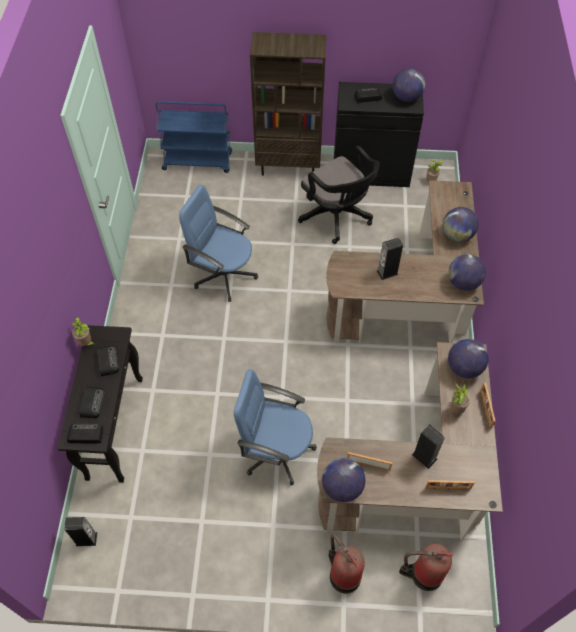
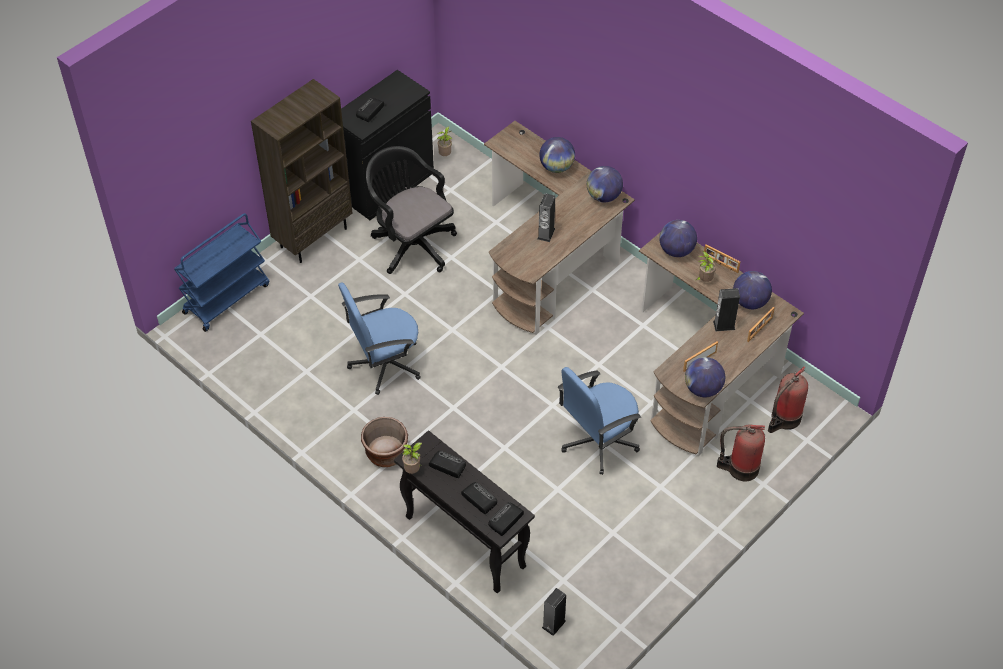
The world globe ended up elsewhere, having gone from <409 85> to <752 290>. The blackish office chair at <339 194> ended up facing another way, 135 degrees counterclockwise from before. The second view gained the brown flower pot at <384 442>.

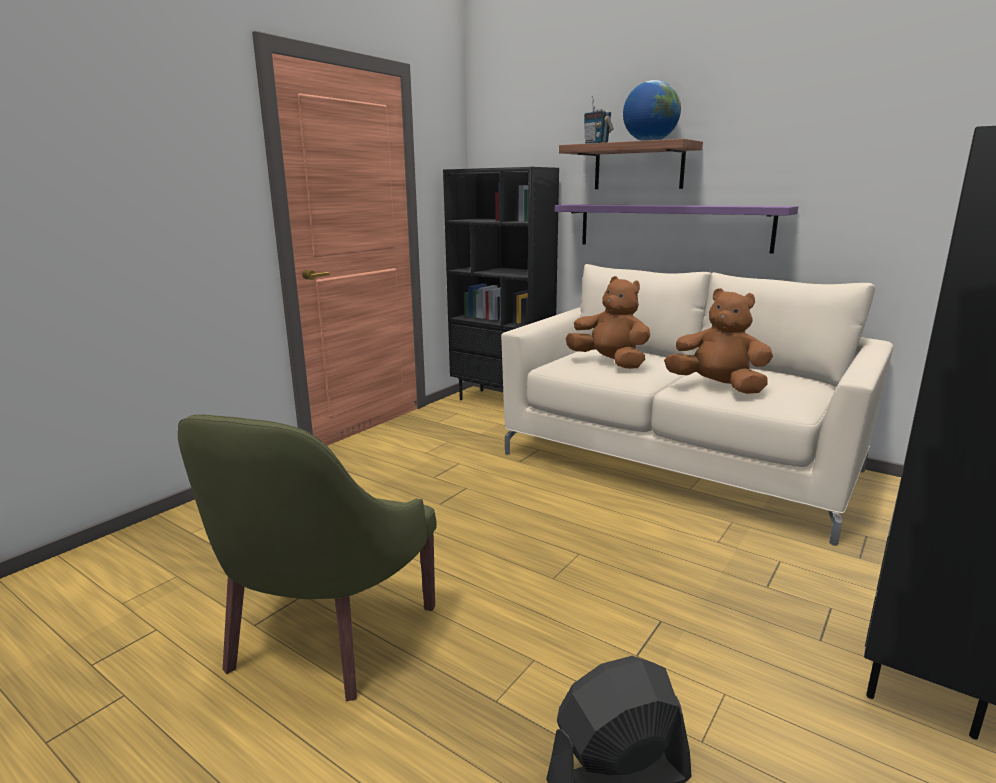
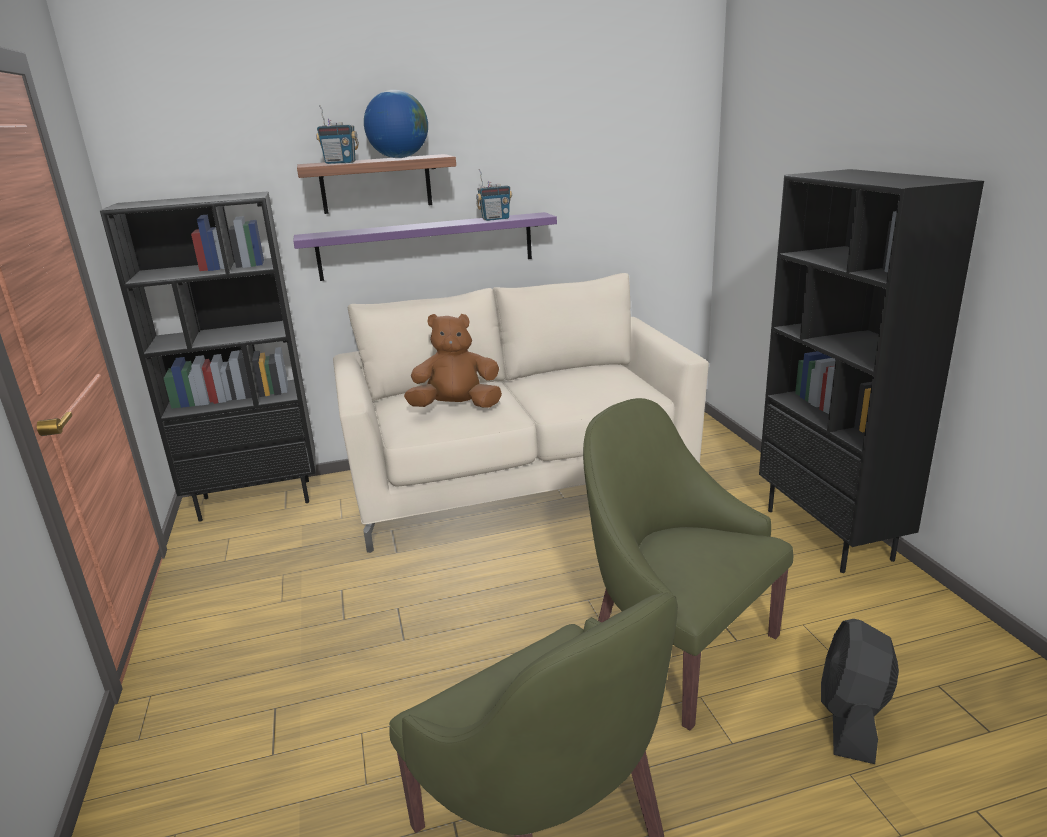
The second view lost the brown soft toy at <718 341>. The second view gained the radio receiver at <494 195>. The second view gained the greenish lounge chair at <688 564>.

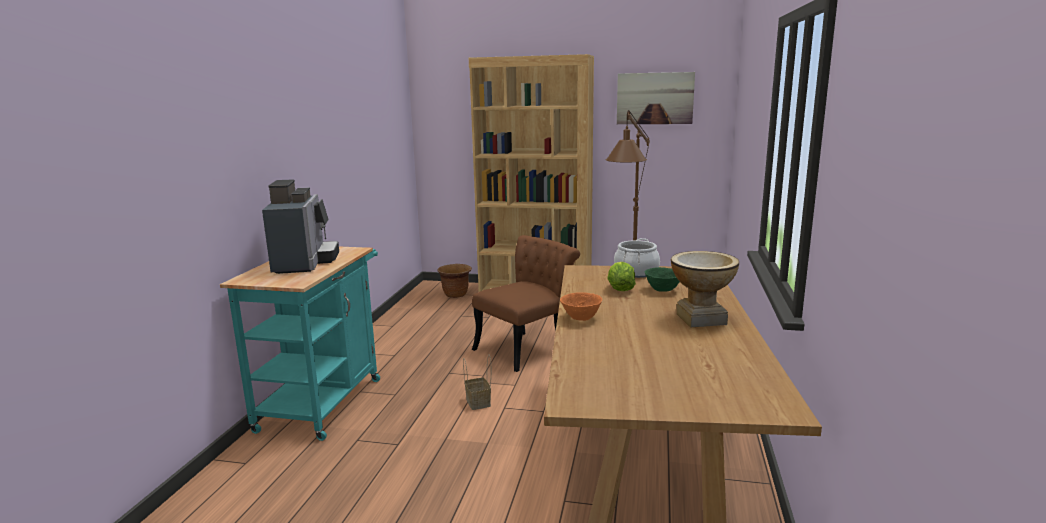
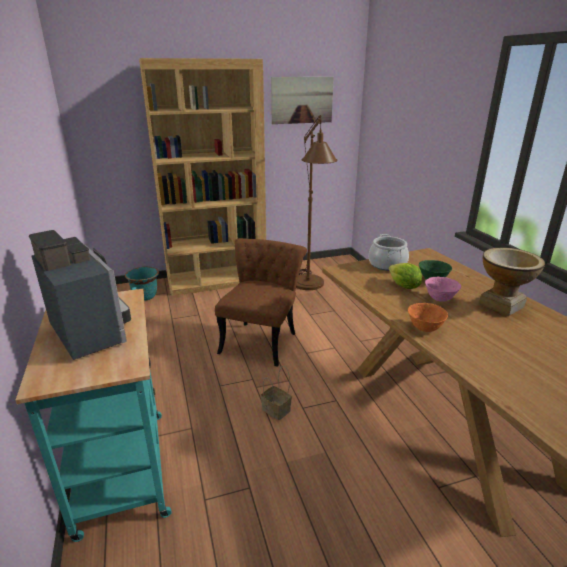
What was the brown flower pot at <454 281> turned into the turquoise-coloured flower pot at <142 284>. The second view gained the pinkish bowl at <443 289>.

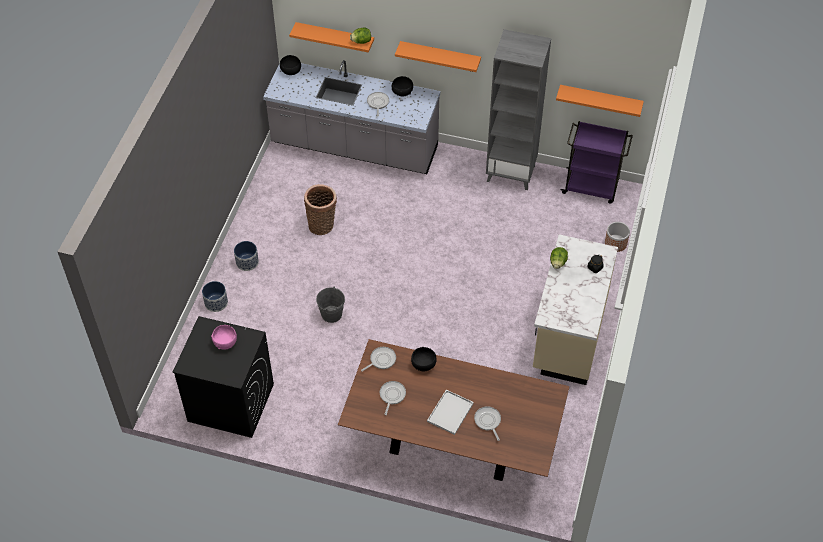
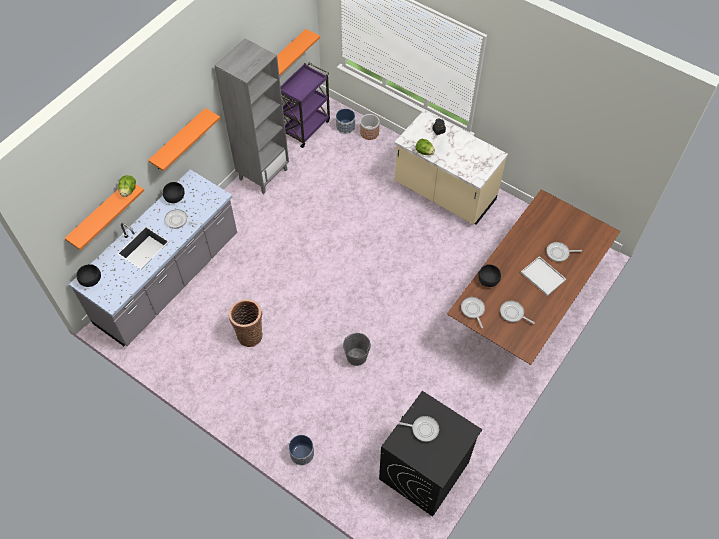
The flower pot ended up elsewhere, having gone from <246 256> to <345 121>. Where the pinkish bowl stood at <224 337>, the skillet came to stand at <418 429>.

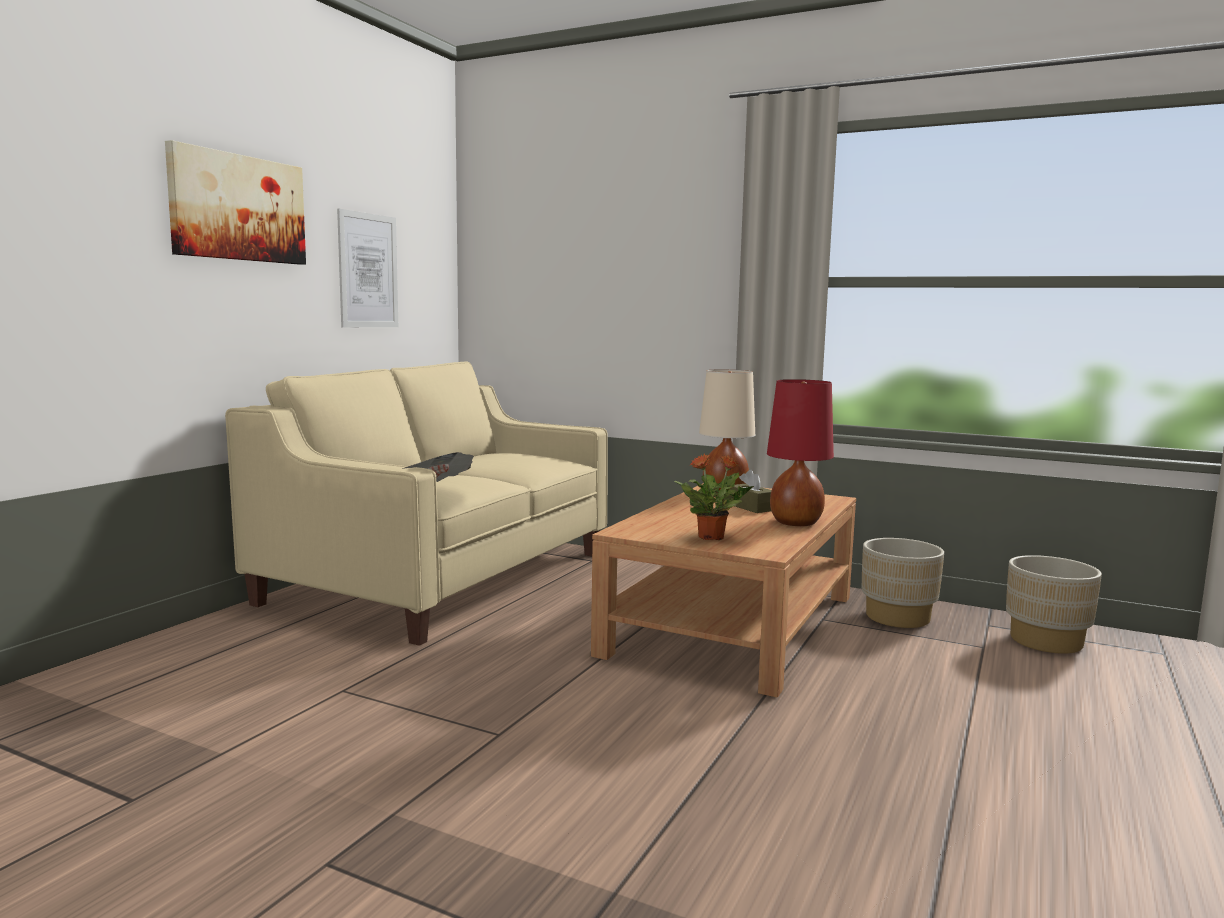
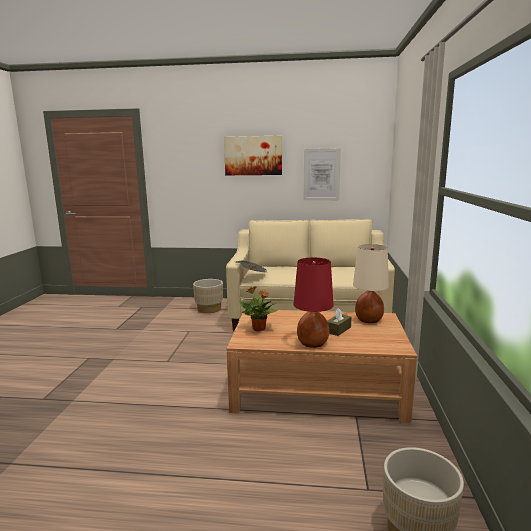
The beige flower pot ended up elsewhere, having gone from <903 583> to <208 296>.

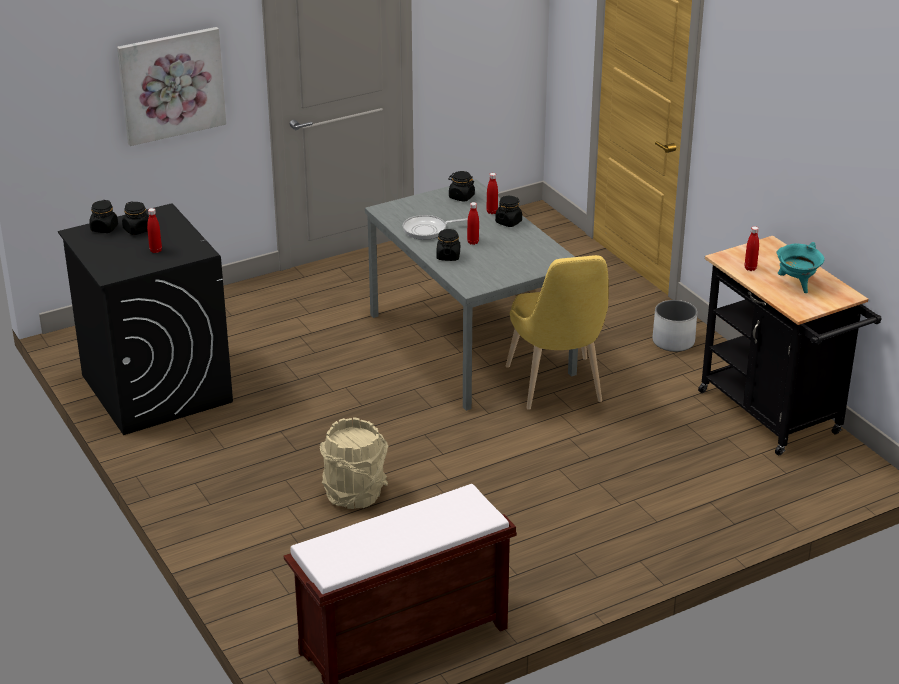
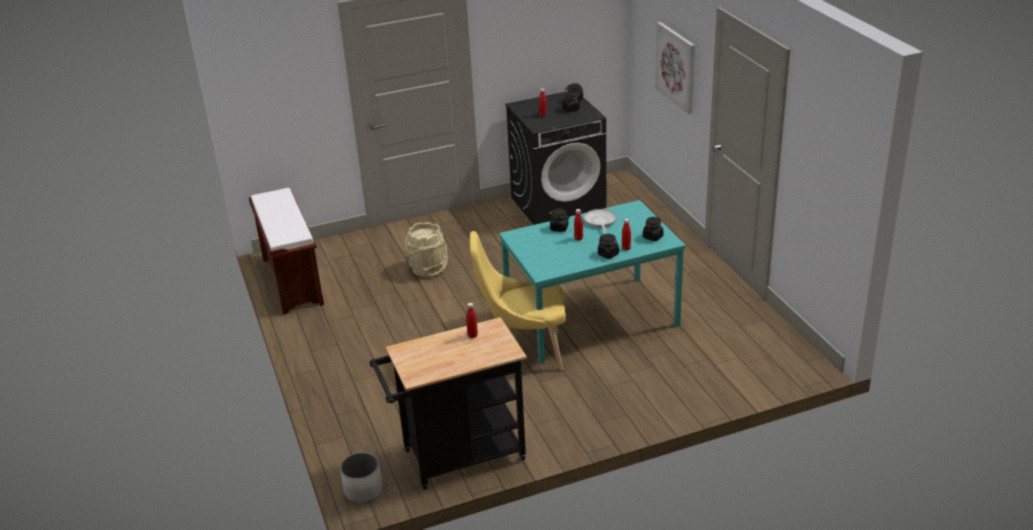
What was the grey dining table at <471 295> turned into the turquoise-coloured dining table at <592 282>. The second view lost the turquoise-coloured saucepot at <800 267>. The white flower pot ended up elsewhere, having gone from <675 326> to <361 478>.

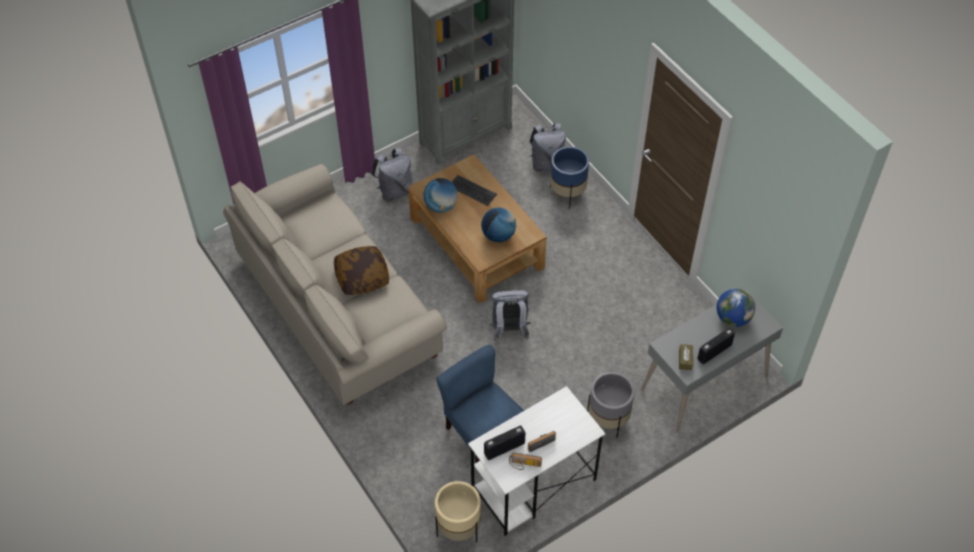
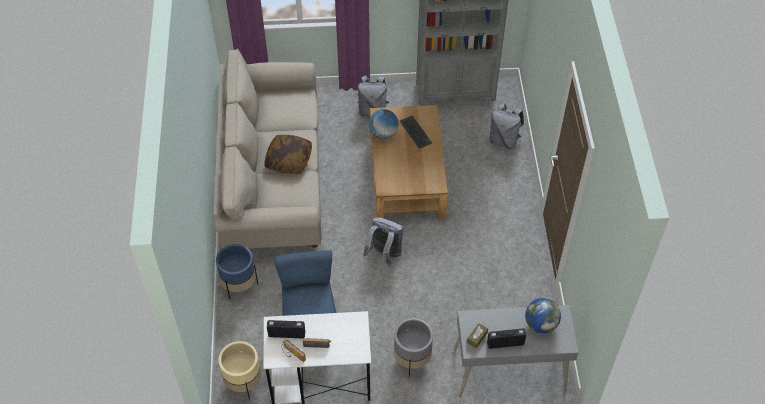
The blue flower pot ended up elsewhere, having gone from <569 177> to <237 272>. The second view lost the world globe at <498 225>.

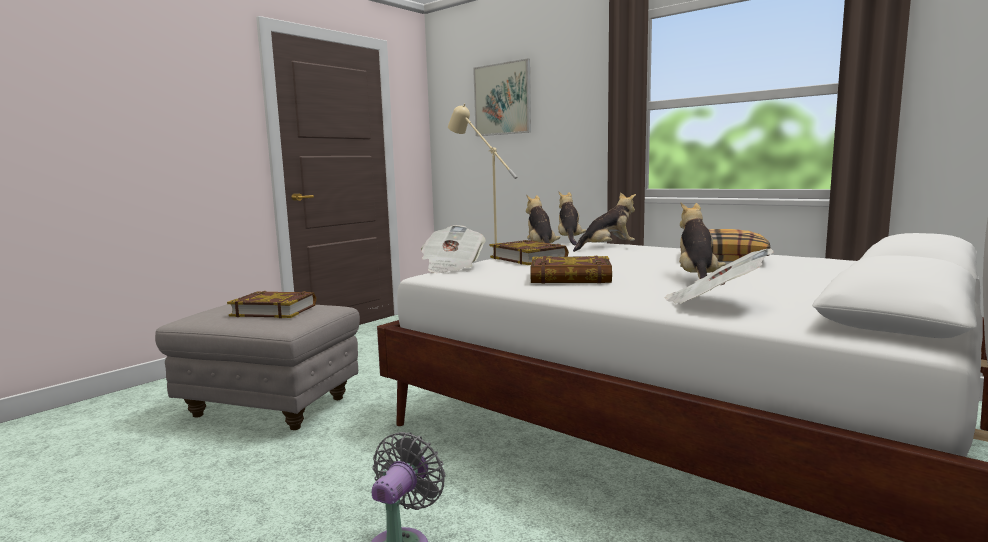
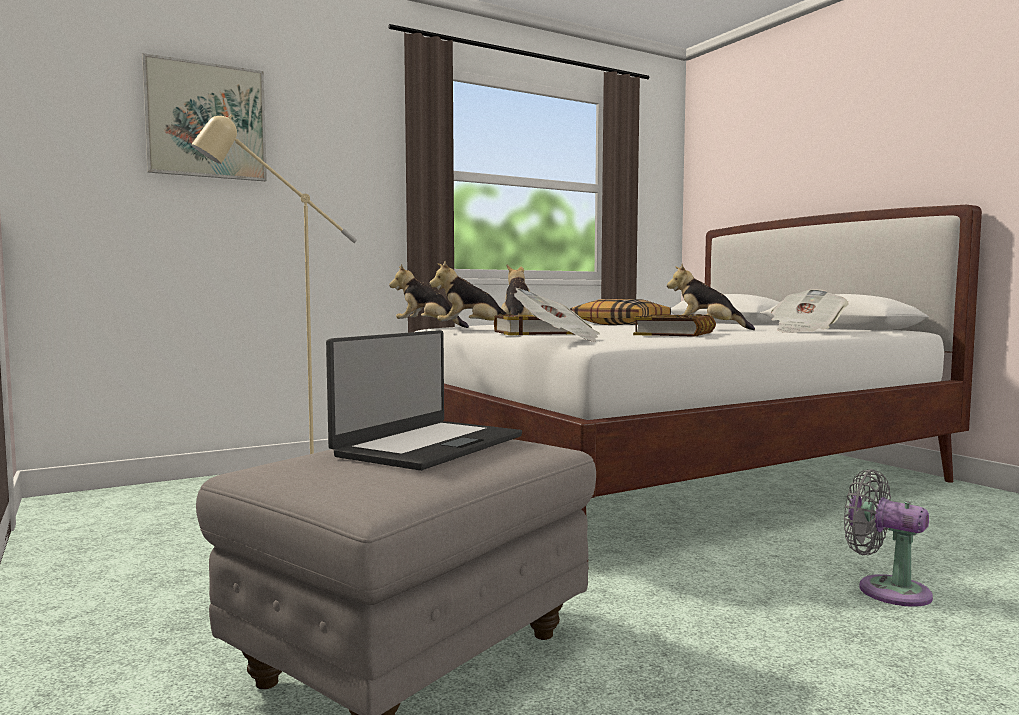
Where the bound book stood at <271 304>, the laptop came to stand at <424 400>.

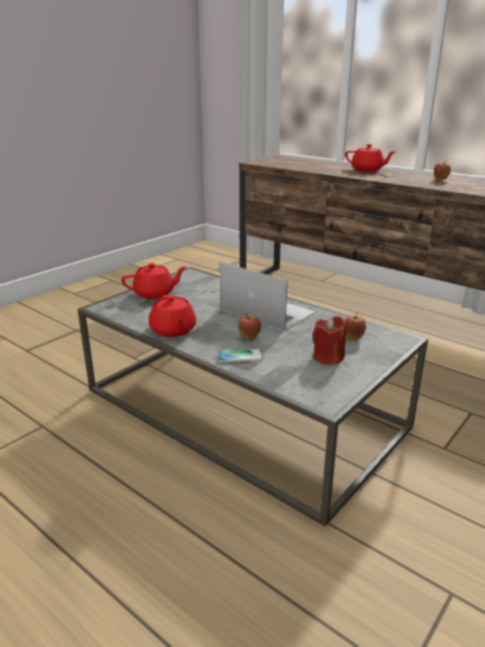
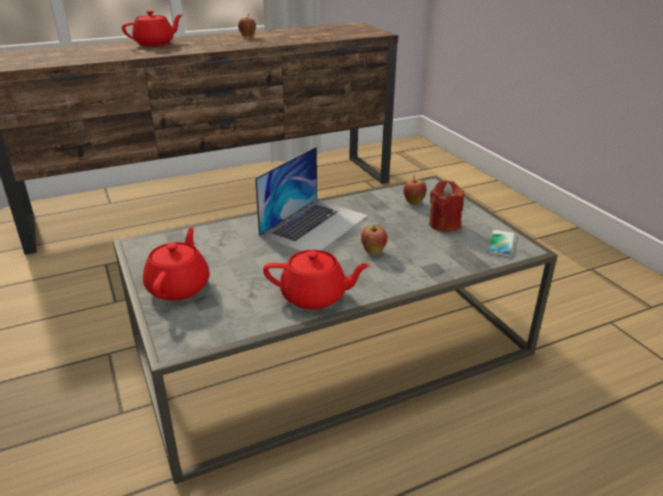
The laptop at <267 296> ended up facing another way, 150 degrees clockwise from before. The handset ended up elsewhere, having gone from <240 356> to <501 243>.

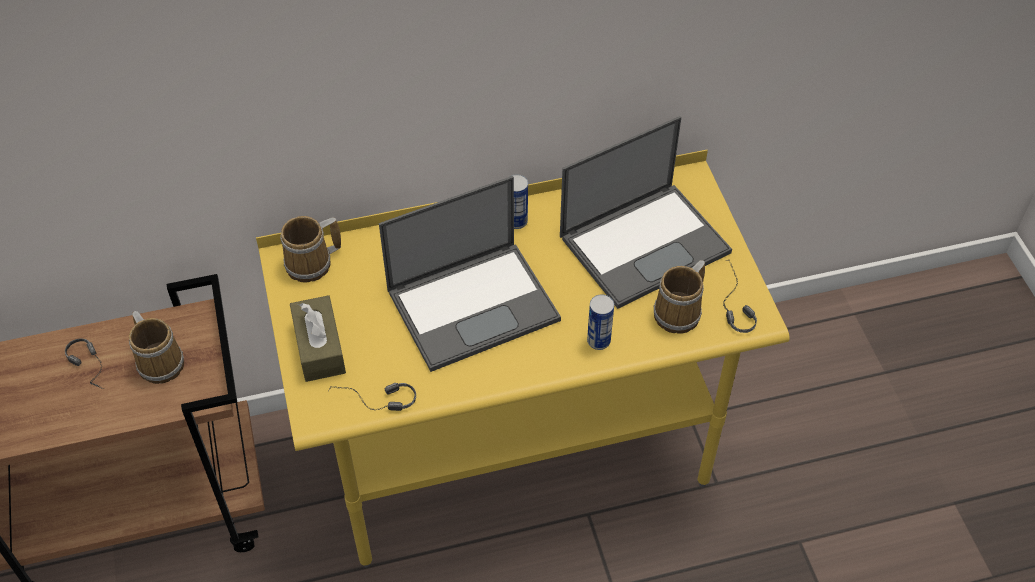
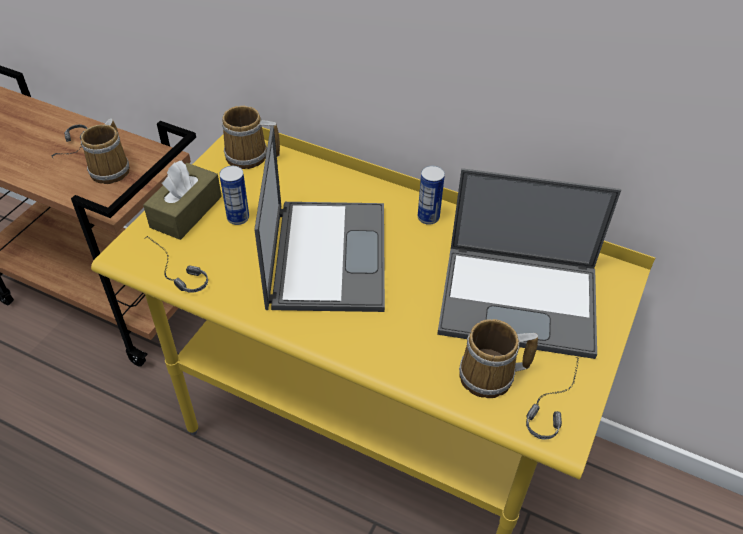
The laptop at <470 274> ended up facing another way, 105 degrees counterclockwise from before. The metal can ended up elsewhere, having gone from <600 322> to <234 195>.

